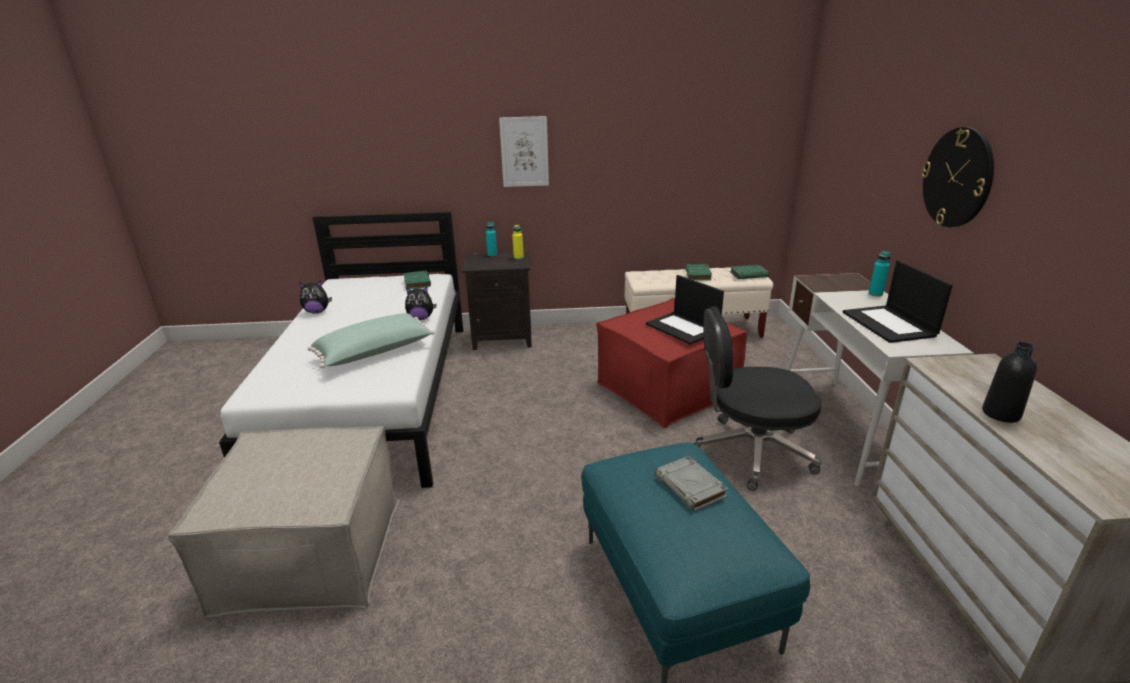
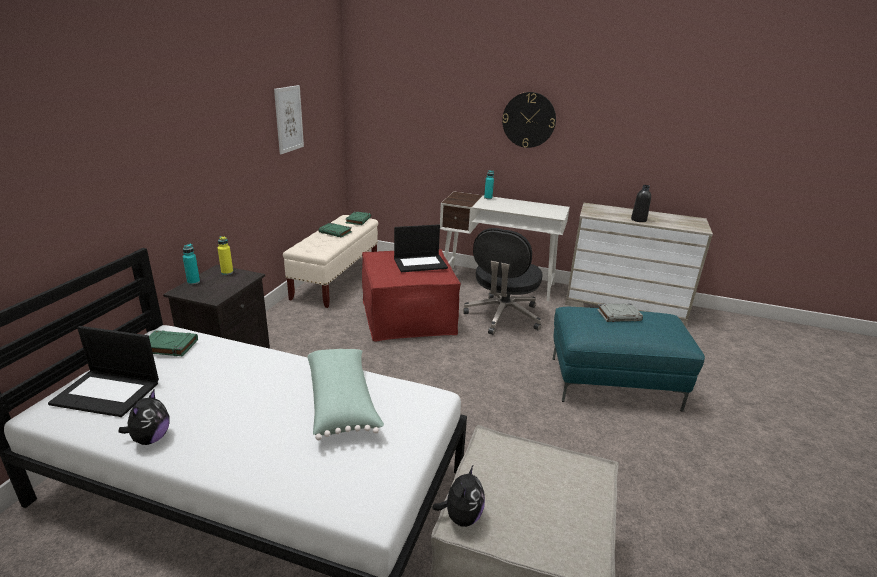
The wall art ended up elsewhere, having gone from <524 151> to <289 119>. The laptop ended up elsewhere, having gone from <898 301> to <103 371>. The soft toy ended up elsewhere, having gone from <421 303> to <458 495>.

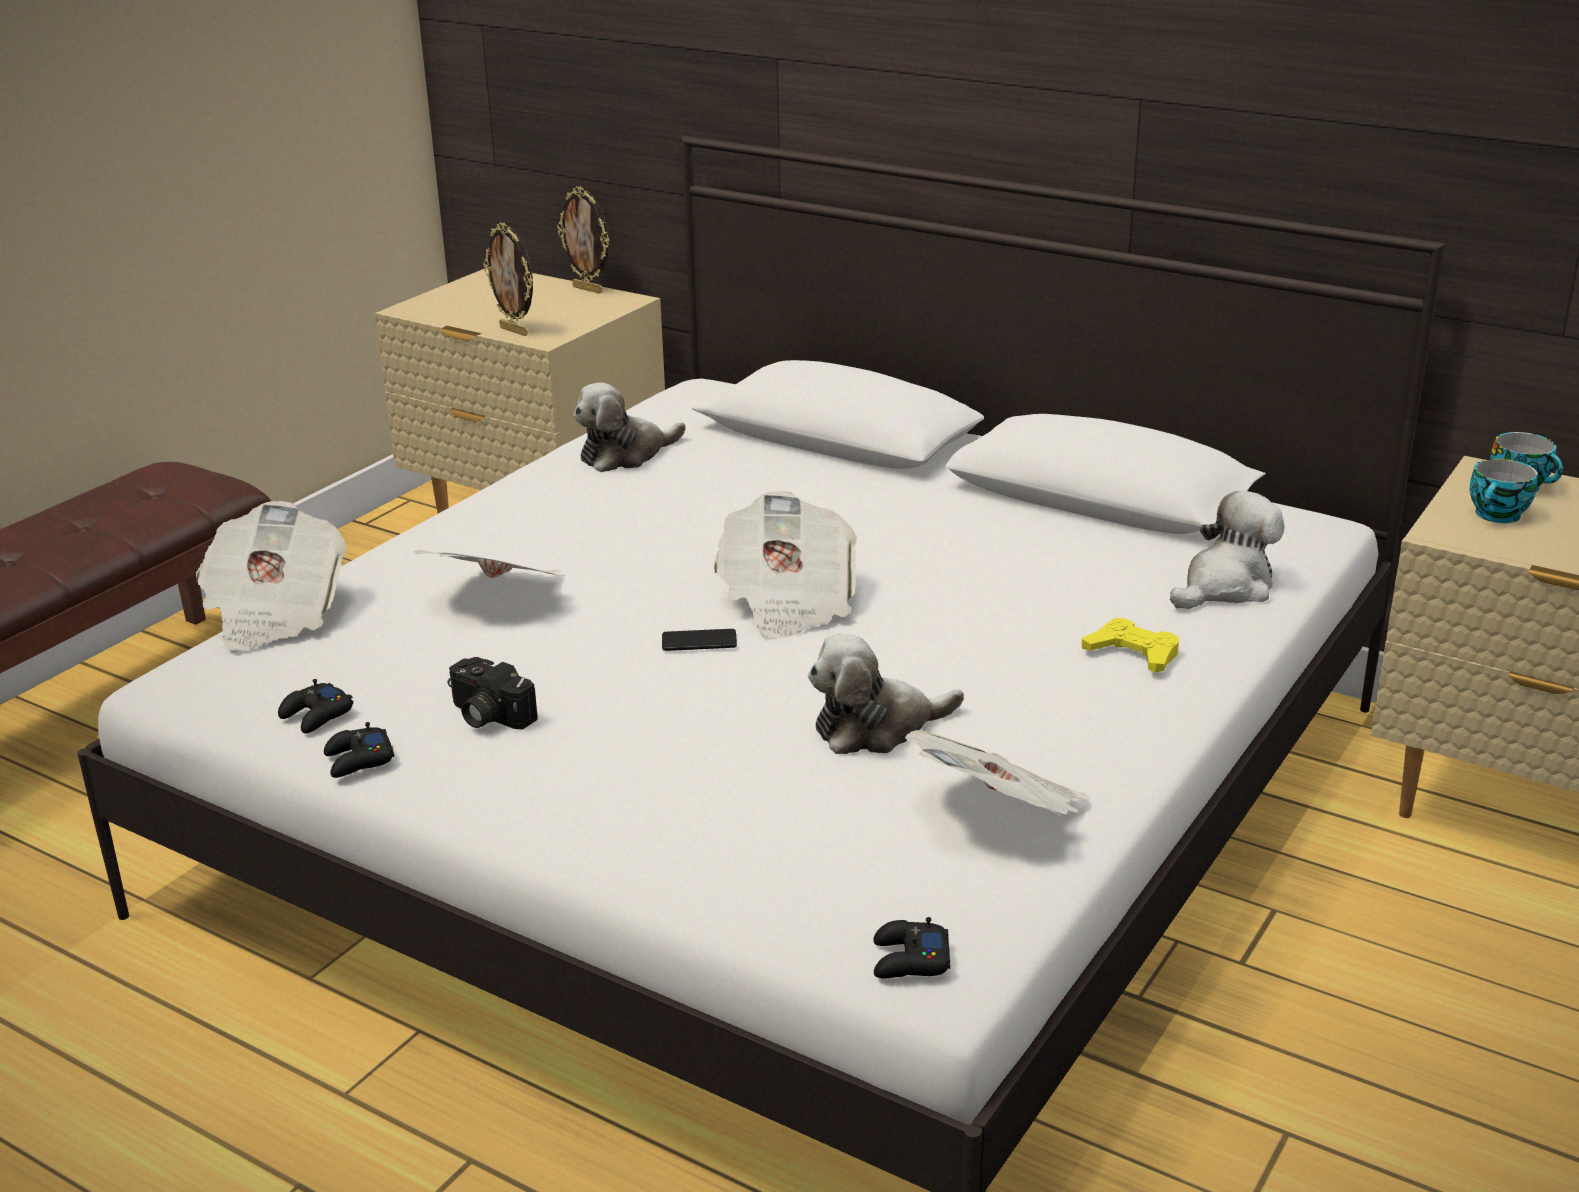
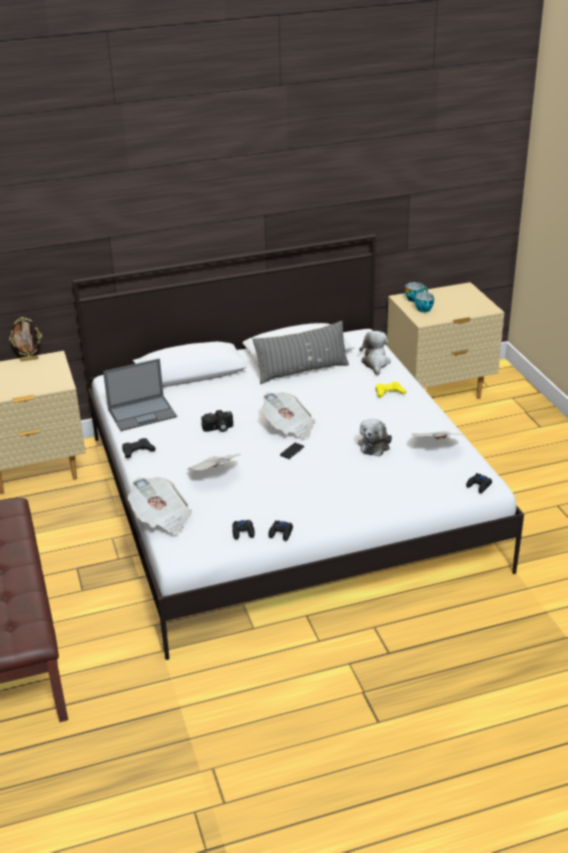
The second view lost the standing frame at <508 279>. Where the soft toy stood at <629 427>, the laptop came to stand at <140 394>. The photo camera ended up elsewhere, having gone from <493 693> to <217 421>. The second view gained the grey throw pillow at <301 352>. The second view gained the blackish joypad at <138 448>.

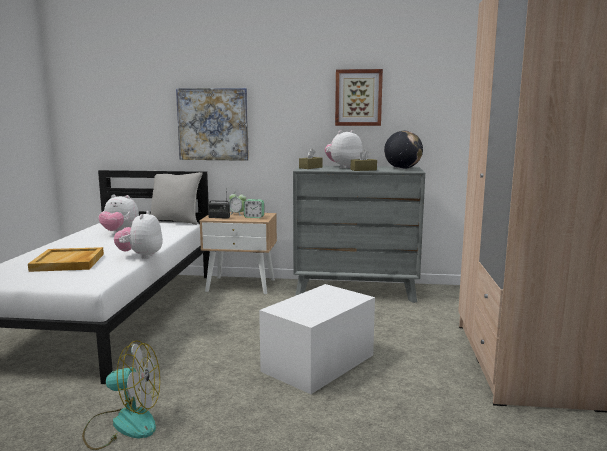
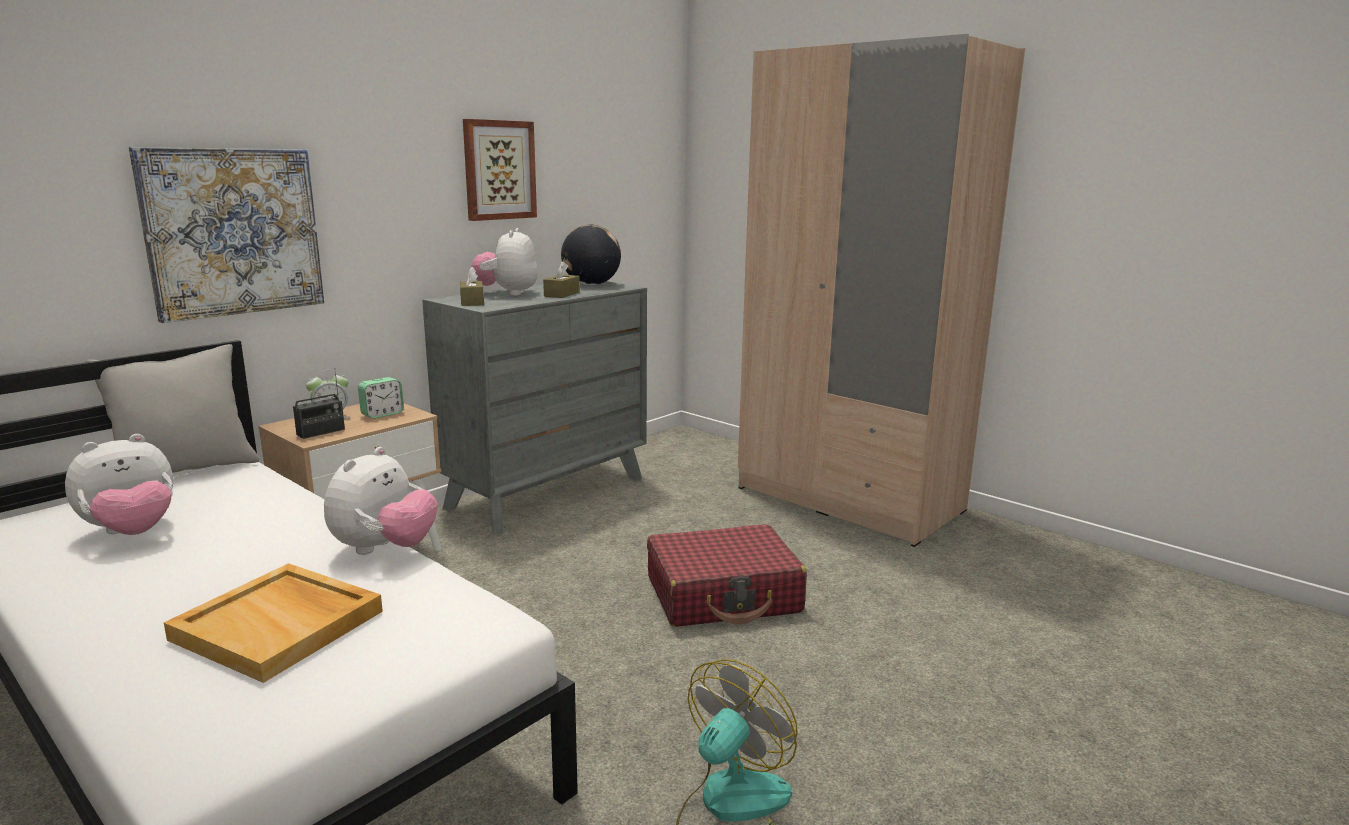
The soft toy at <138 235> ended up facing another way, 105 degrees counterclockwise from before. Where the white storage bin stood at <317 339>, the red-coloured suitcase came to stand at <727 575>.

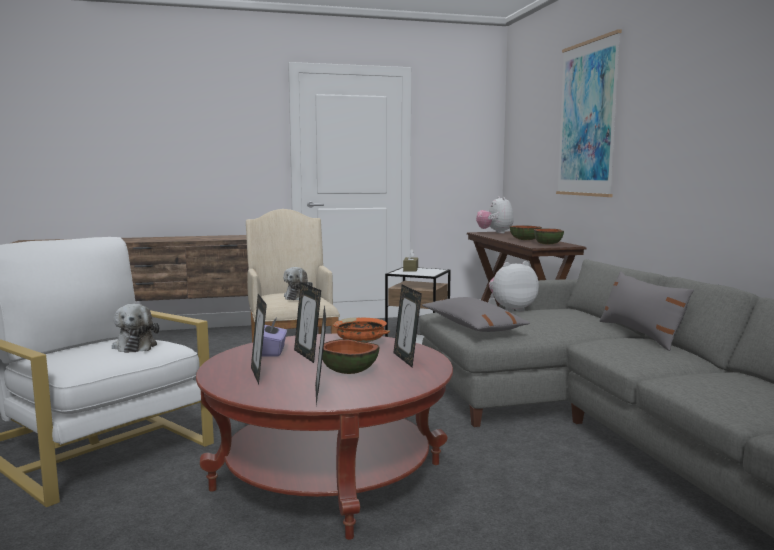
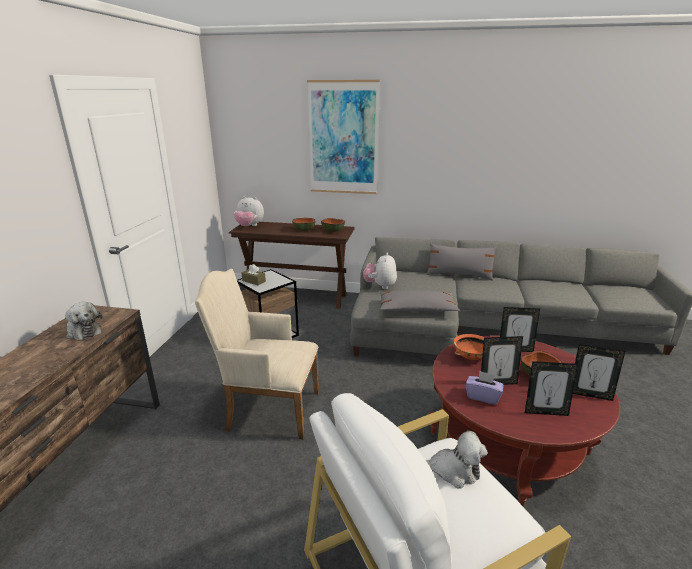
The soft toy ended up elsewhere, having gone from <298 283> to <84 321>.

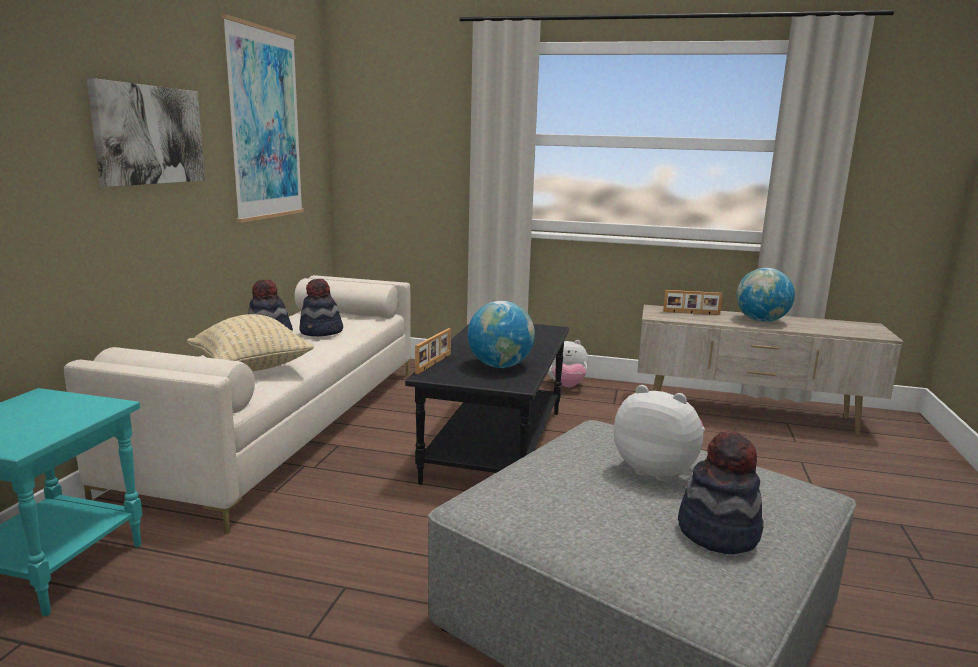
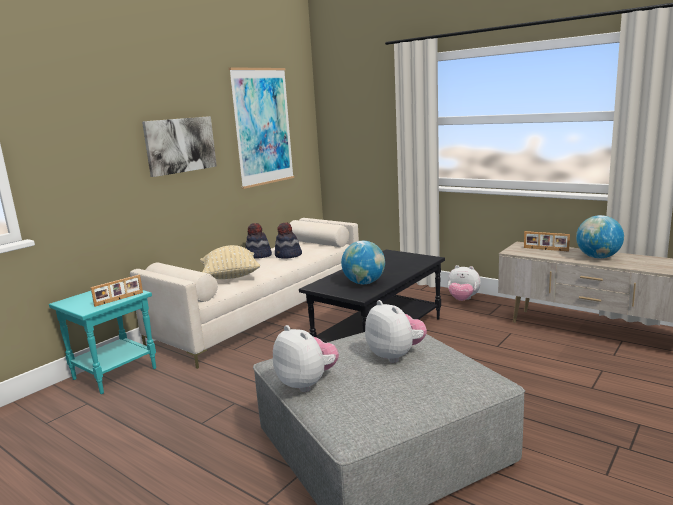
The standing frame ended up elsewhere, having gone from <433 351> to <117 291>. The second view lost the hat at <721 492>. The second view gained the soft toy at <306 358>.

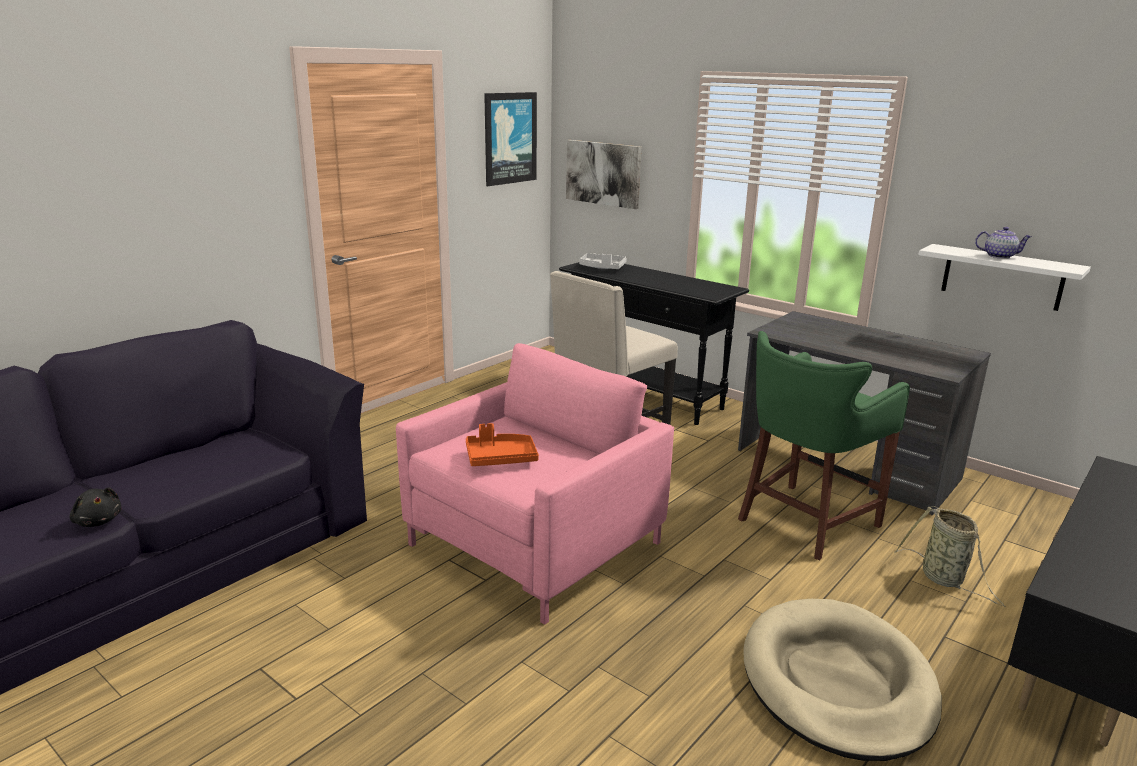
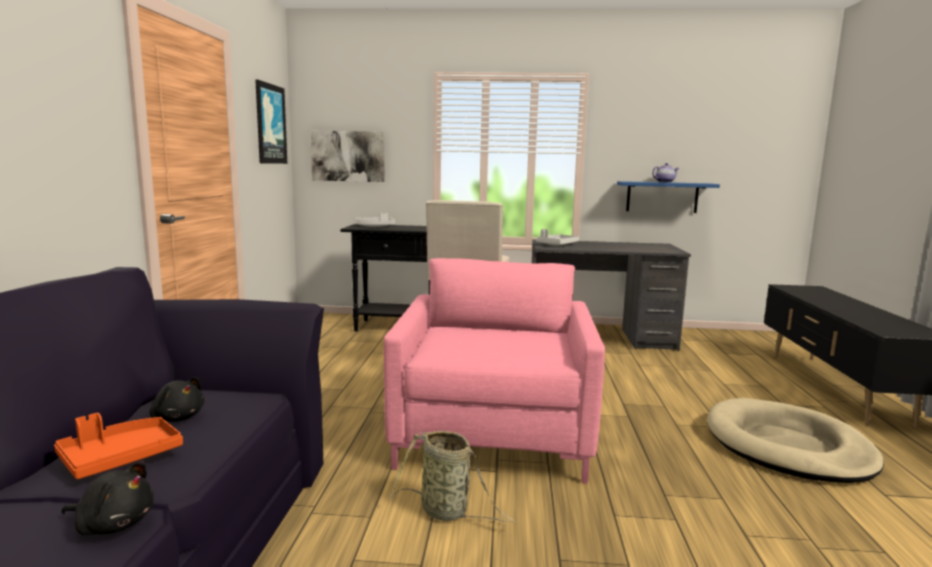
What was the white shelf at <1004 277> turned into the blue shelf at <668 197>. The second view lost the greenish stool seat at <824 446>. The orange serving tray ended up elsewhere, having gone from <502 444> to <118 446>. The basket ended up elsewhere, having gone from <950 556> to <453 476>. The second view gained the grey serving tray at <557 237>. The second view gained the blackish soft toy at <177 399>.

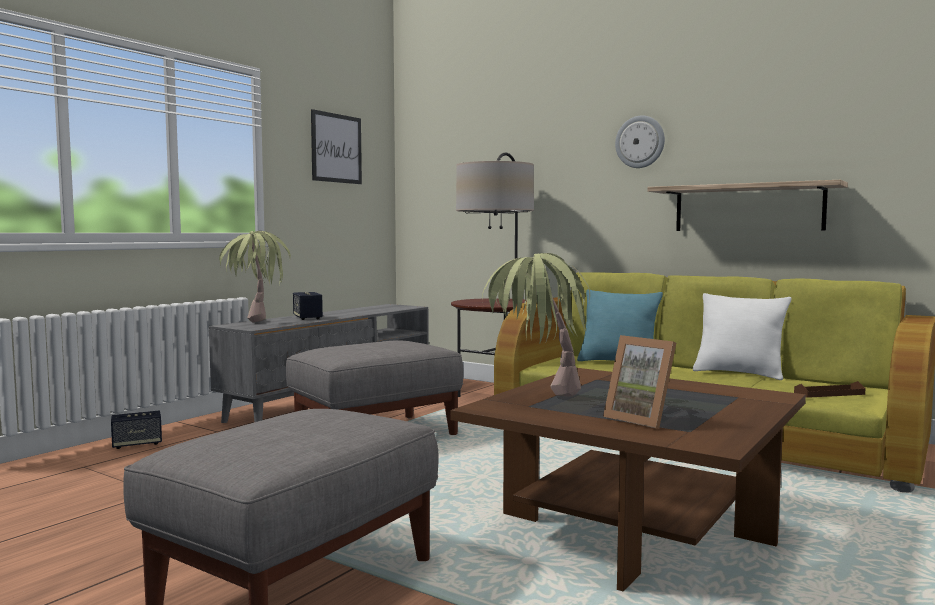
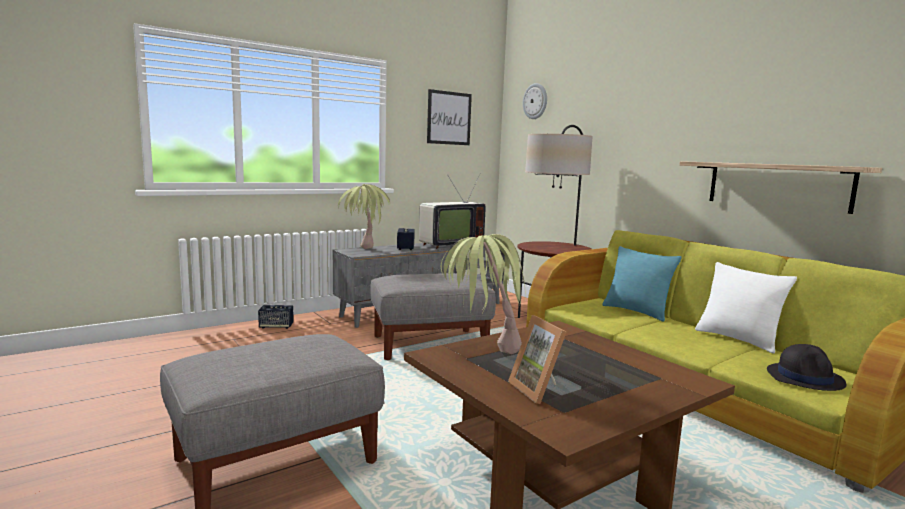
The hanging clock ended up elsewhere, having gone from <640 142> to <535 101>. Where the brown serving tray stood at <829 389>, the blackish hat came to stand at <806 367>. The second view gained the TV set at <452 210>.

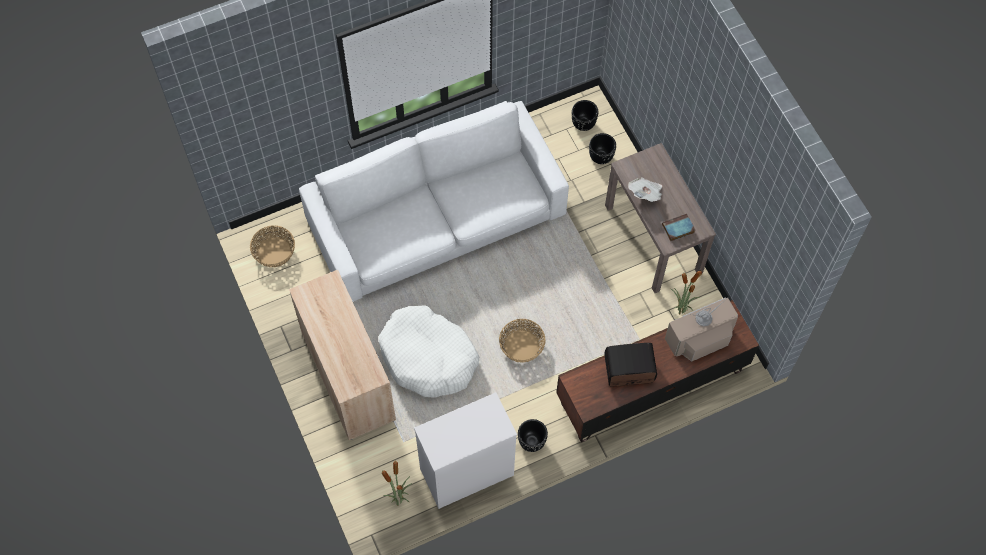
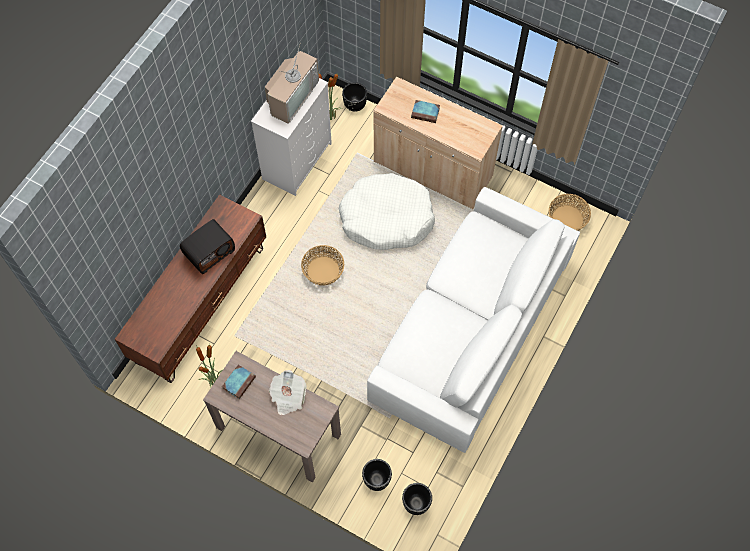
The TV set ended up elsewhere, having gone from <701 329> to <292 83>. The blackish flower pot ended up elsewhere, having gone from <533 435> to <354 97>. The second view gained the bound book at <425 111>.

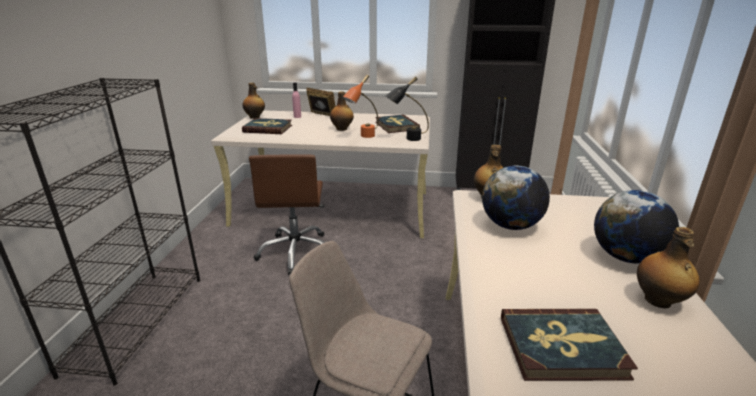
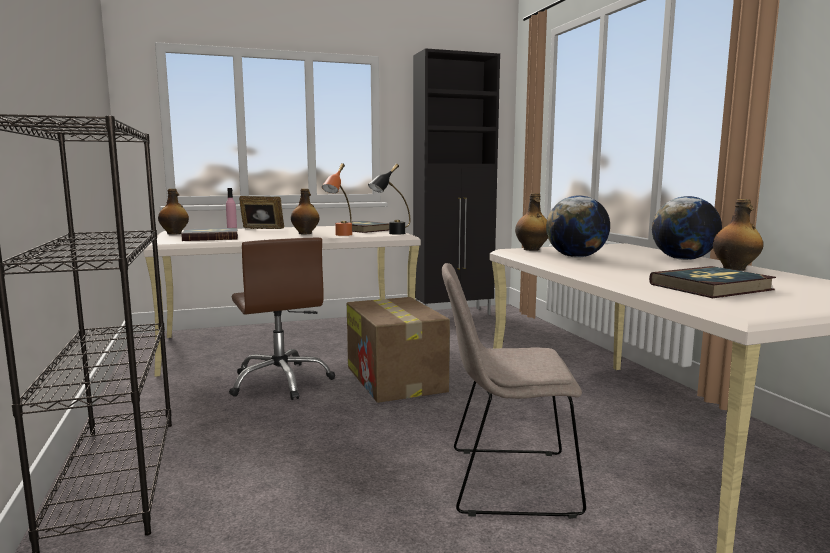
The second view gained the carton at <398 350>.

